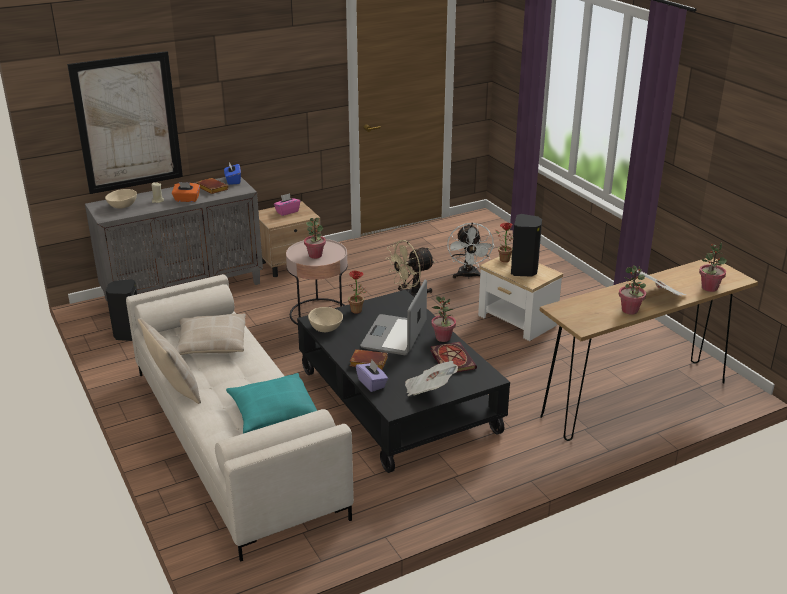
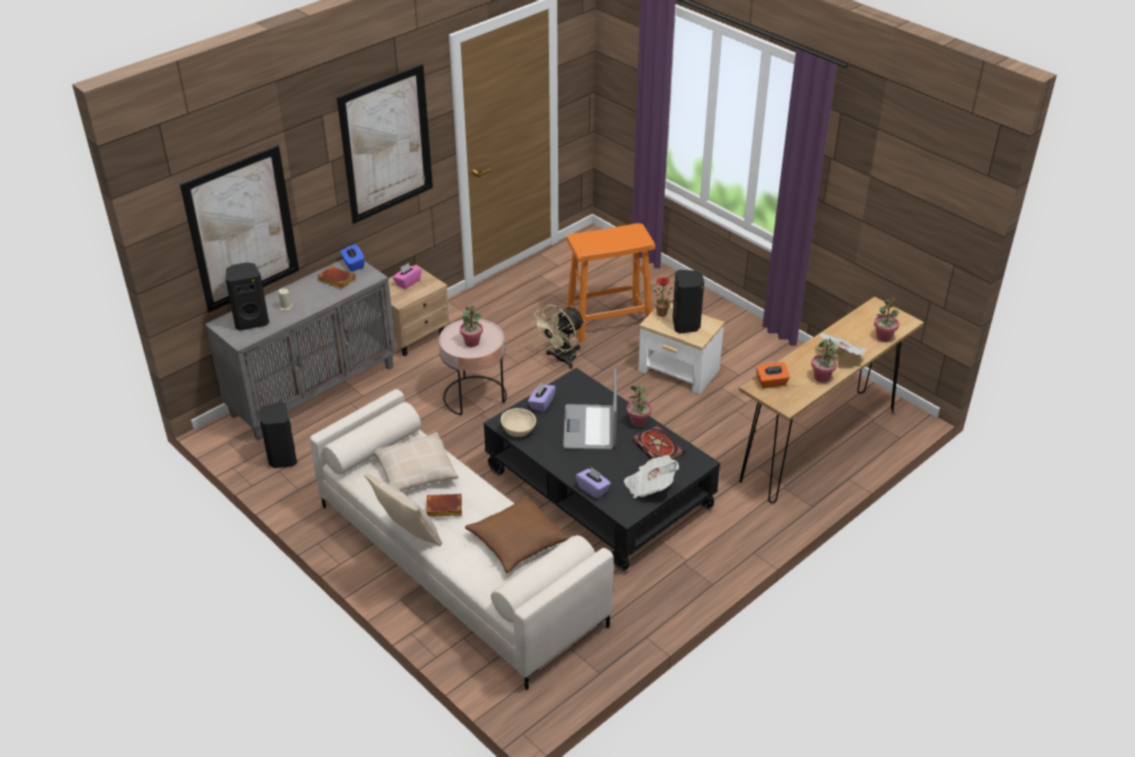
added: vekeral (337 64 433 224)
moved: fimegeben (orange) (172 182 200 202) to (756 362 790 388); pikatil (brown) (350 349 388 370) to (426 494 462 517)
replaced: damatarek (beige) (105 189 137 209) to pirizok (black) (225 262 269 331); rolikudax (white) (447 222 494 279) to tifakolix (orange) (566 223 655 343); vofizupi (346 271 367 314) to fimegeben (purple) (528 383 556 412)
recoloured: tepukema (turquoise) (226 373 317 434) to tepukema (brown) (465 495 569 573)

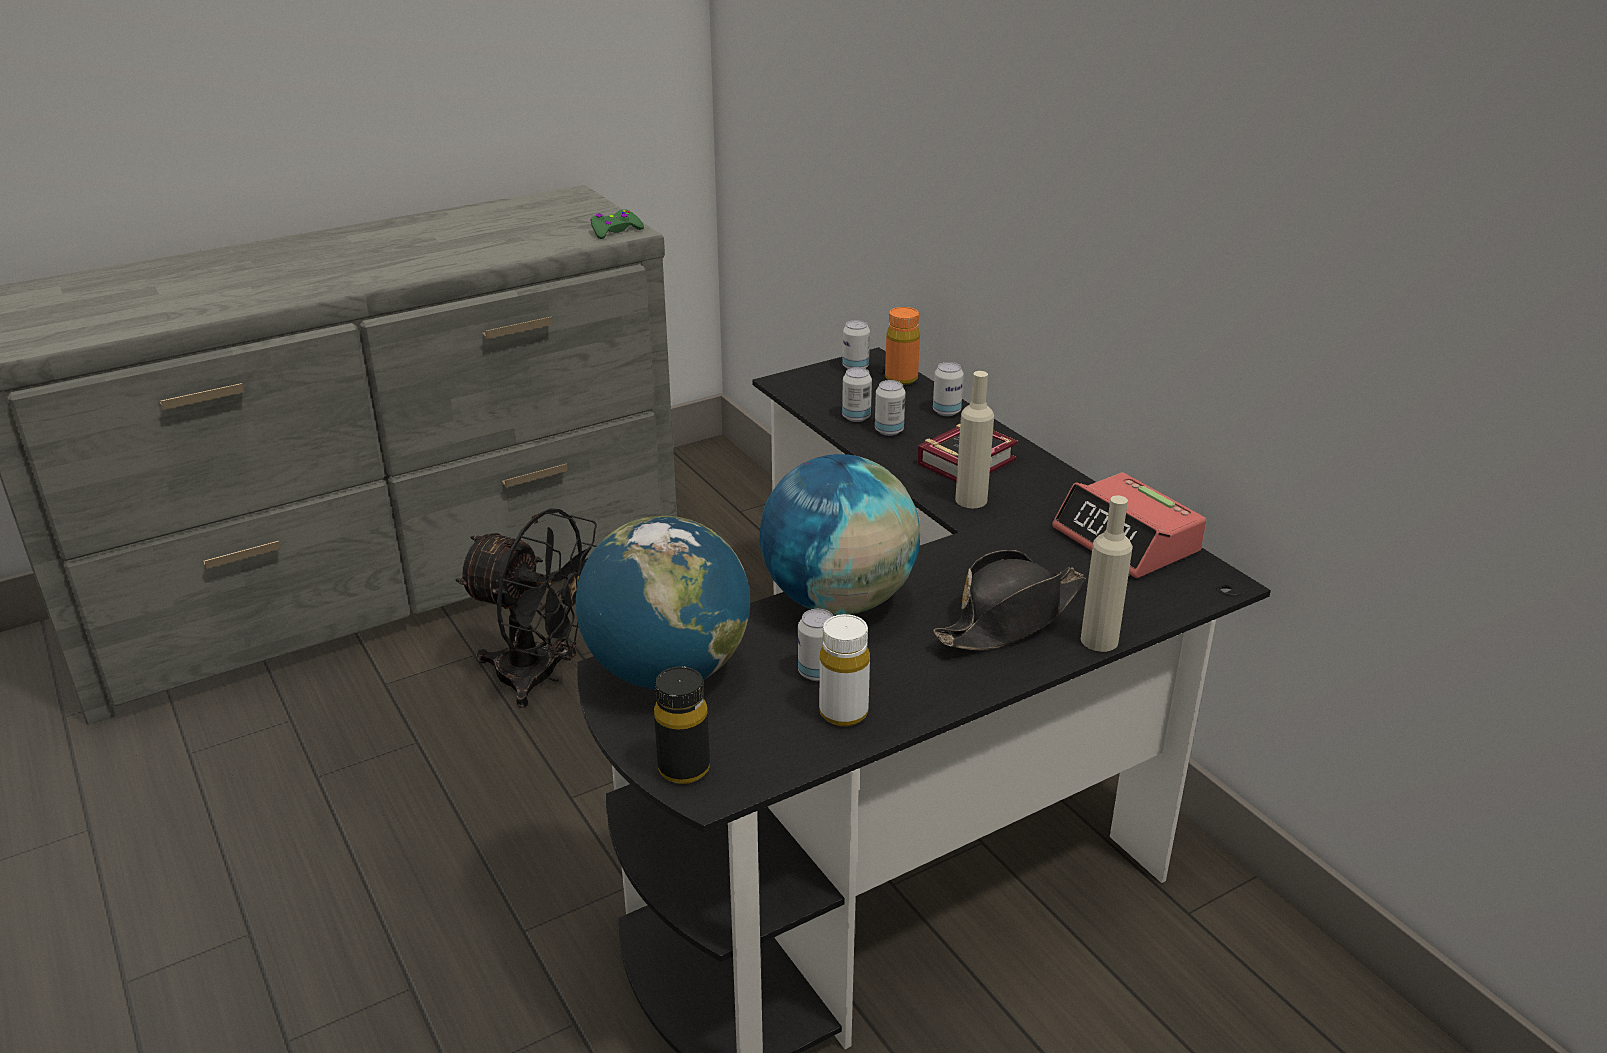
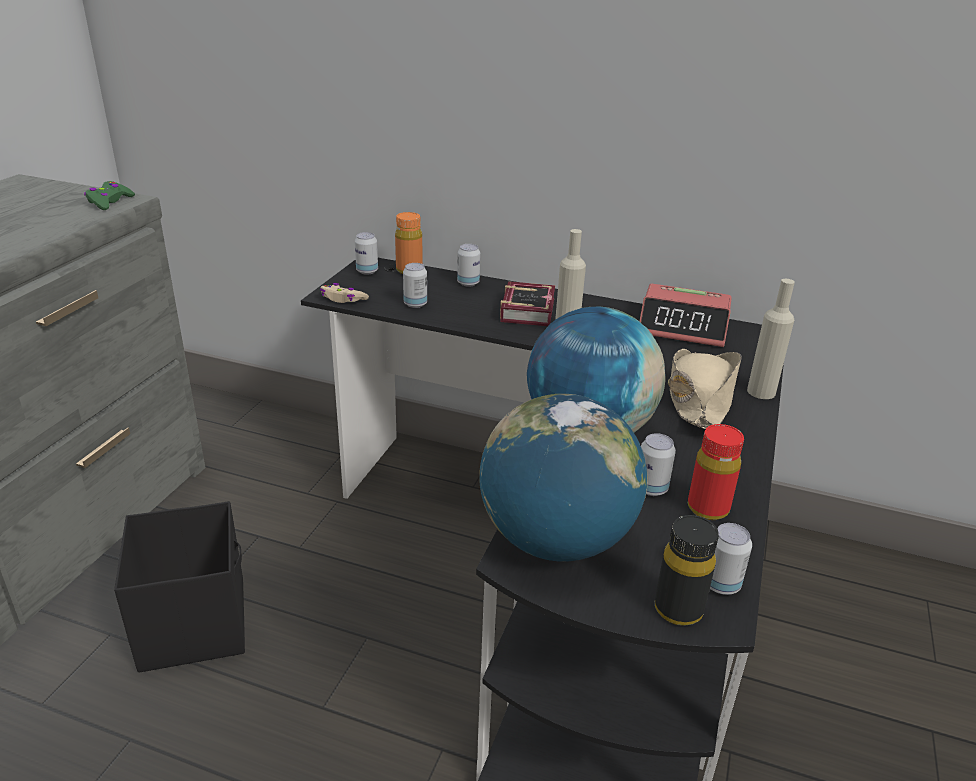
added: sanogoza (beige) (320 283 369 303)
moved: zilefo (875 380 905 436) to (710 523 752 595)
replaced: rolikudax (black) (455 508 597 708) to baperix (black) (114 501 245 672)
recoloured: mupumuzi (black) (934 550 1086 650) to mupumuzi (beige) (668 349 742 429); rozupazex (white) (819 614 870 726) to rozupazex (red) (688 424 744 520)

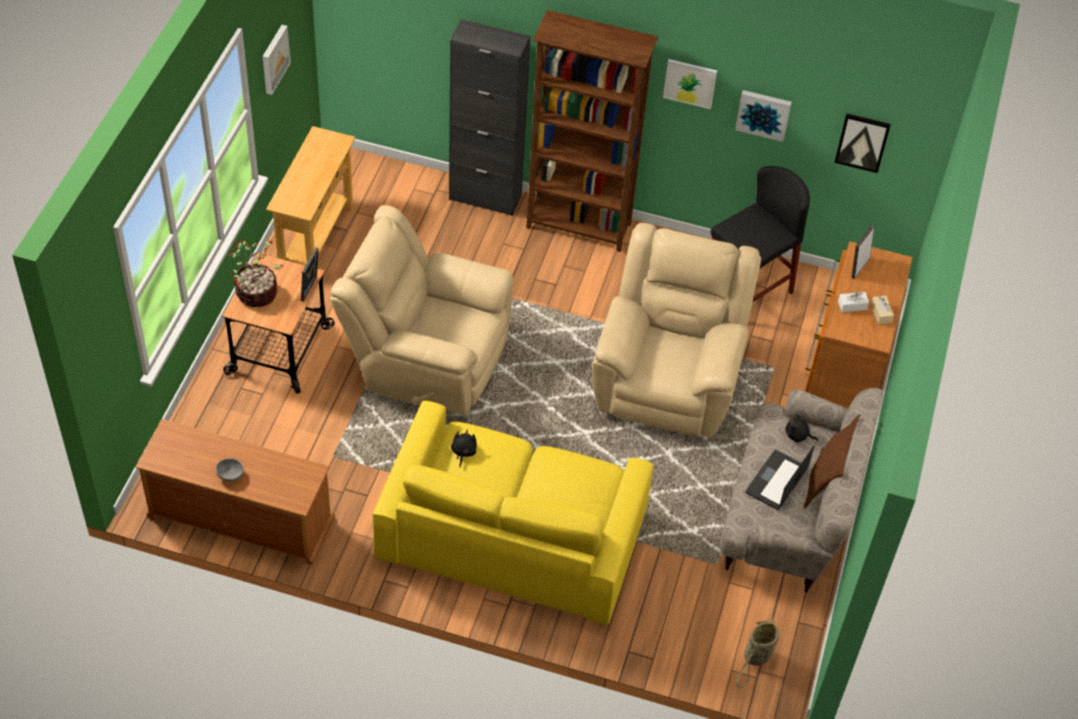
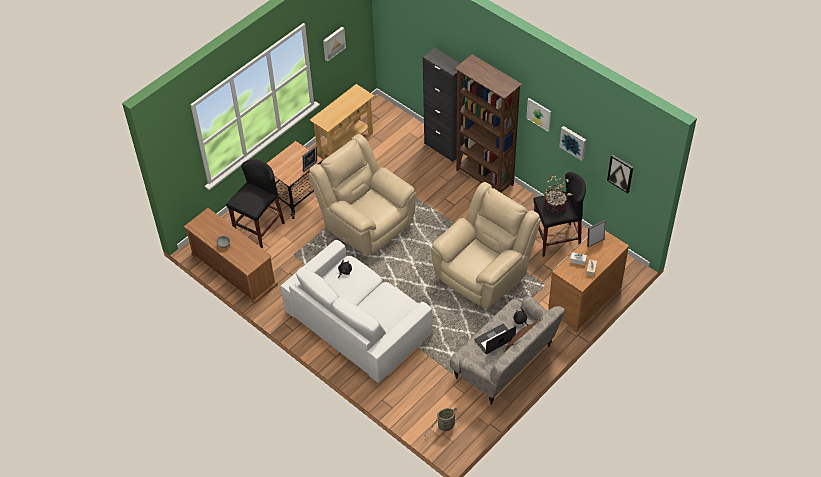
added: tifakolix (black) (226 159 285 249)
moved: vofizupi (230 239 284 307) to (544 174 573 213)
recoloured: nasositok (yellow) (373 401 654 625) to nasositok (white) (281 240 433 383)

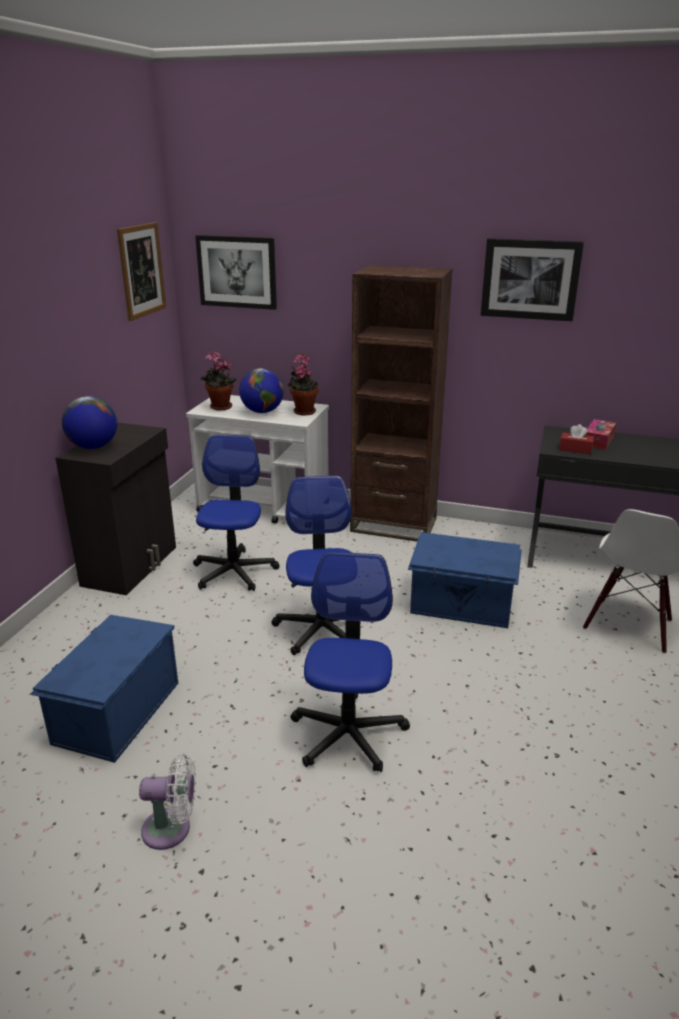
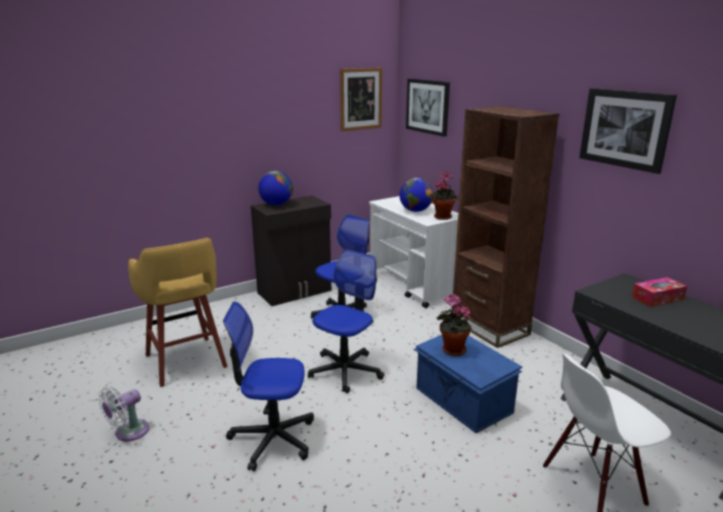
removed: fimegeben (red) (559 424 594 454)
moved: vofizupi (201 351 236 410) to (436 294 472 356)
replaced: baperix (blue) (30 615 178 763) to tifakolix (yellow) (128 238 228 387)
turned: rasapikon (291 552 410 772) = (223 301 314 471) 135 degrees counterclockwise; rolikudax (white) (139 754 196 850) = (98 386 149 441) 90 degrees clockwise

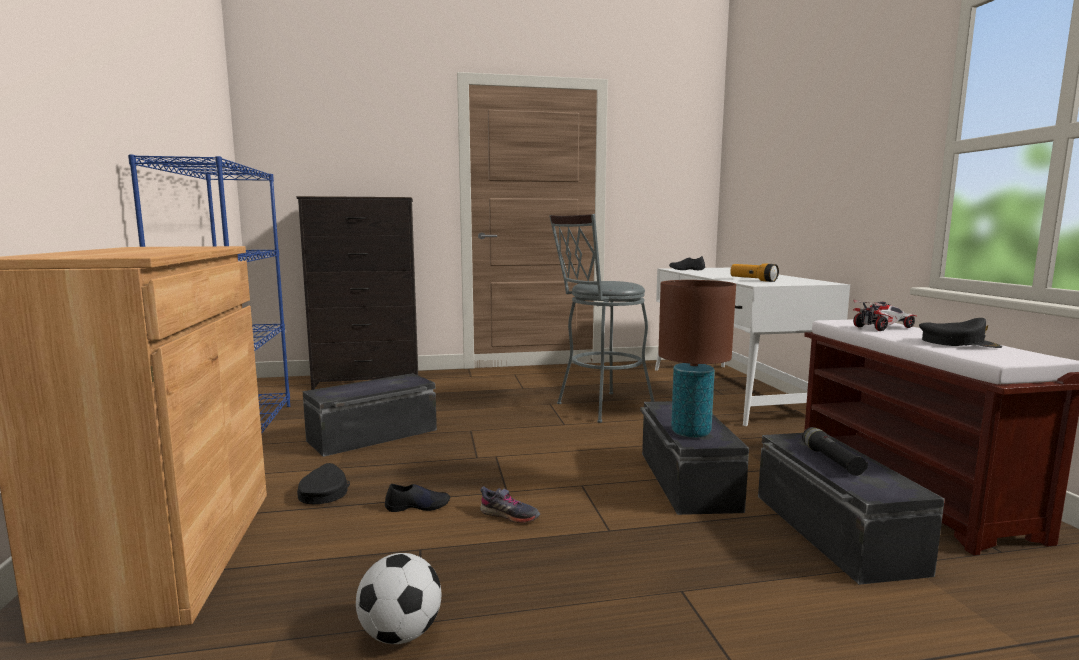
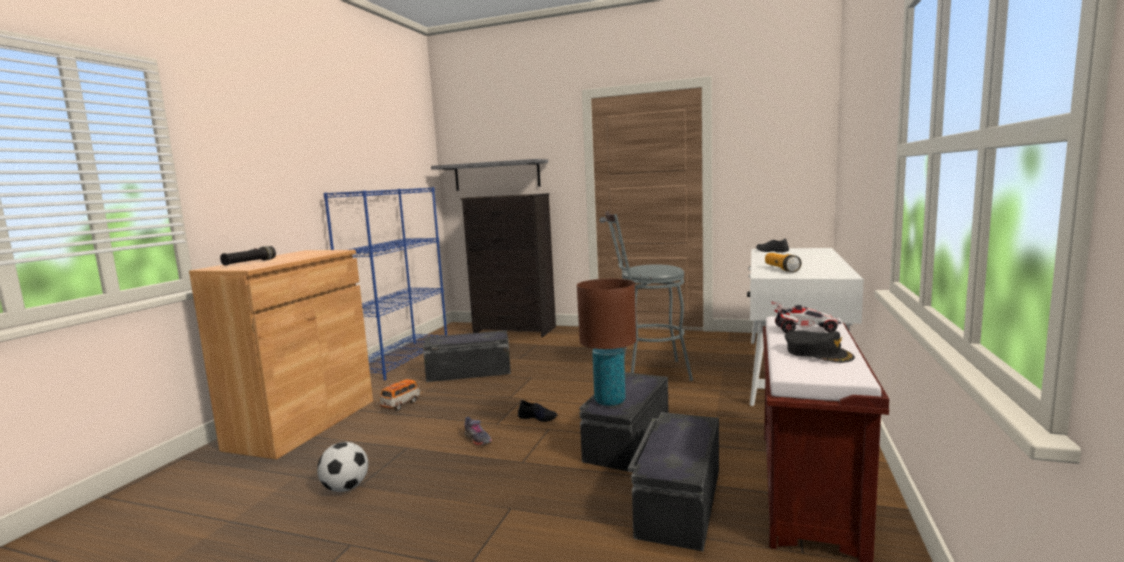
added: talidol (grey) (431 159 548 191)
moved: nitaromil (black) (802 427 868 476) to (220 246 276 266); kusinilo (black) (385 484 450 512) to (518 400 558 422)
replaced: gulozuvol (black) (297 463 350 504) to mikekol (379 379 421 411)

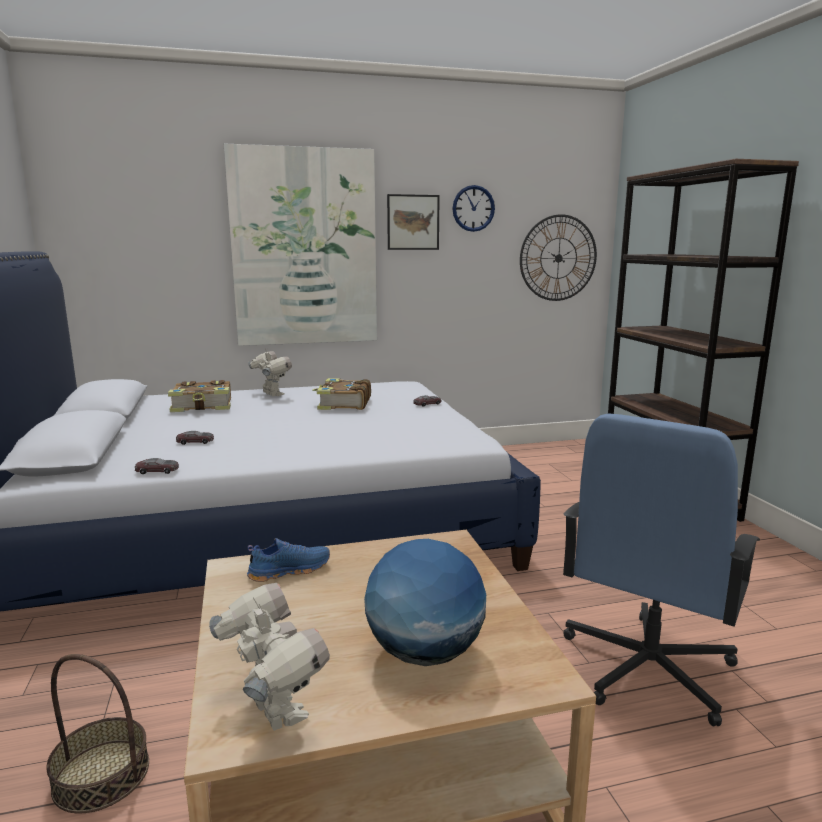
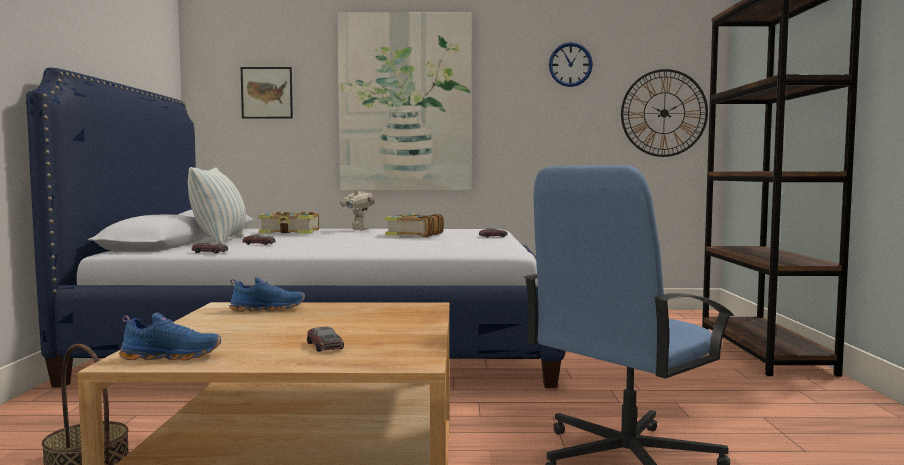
added: tepukema (188 167 246 244)
moved: vekeral (387 194 440 250) to (241 67 293 119)
replaced: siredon (364 539 486 666) to mikekol (307 326 344 352); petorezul (209 583 330 731) to kusinilo (blue) (119 313 221 361)

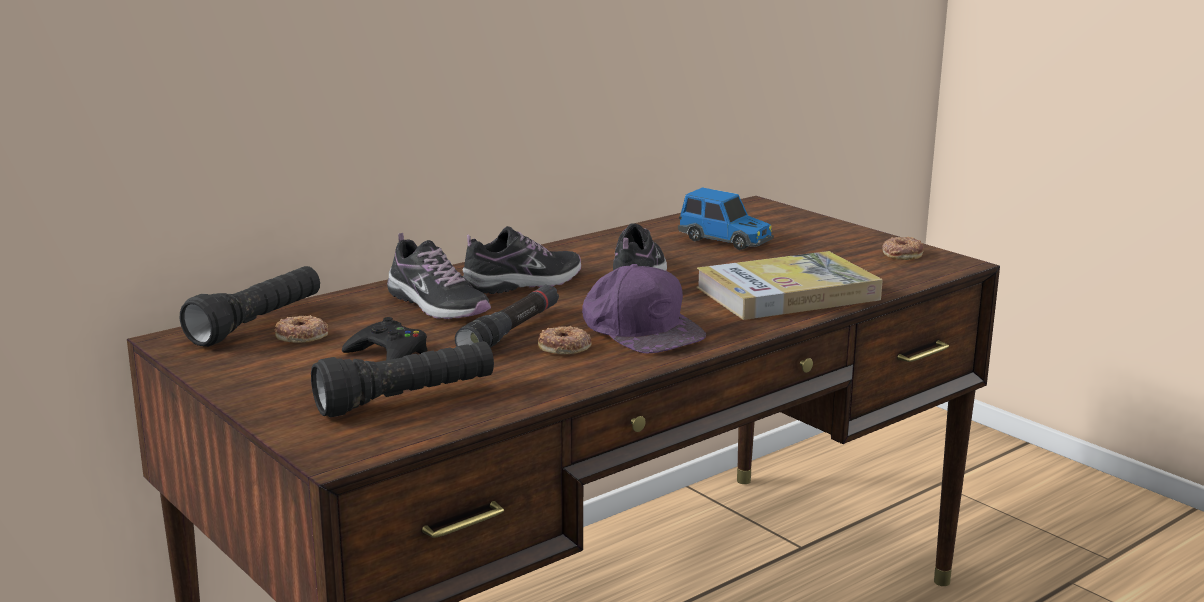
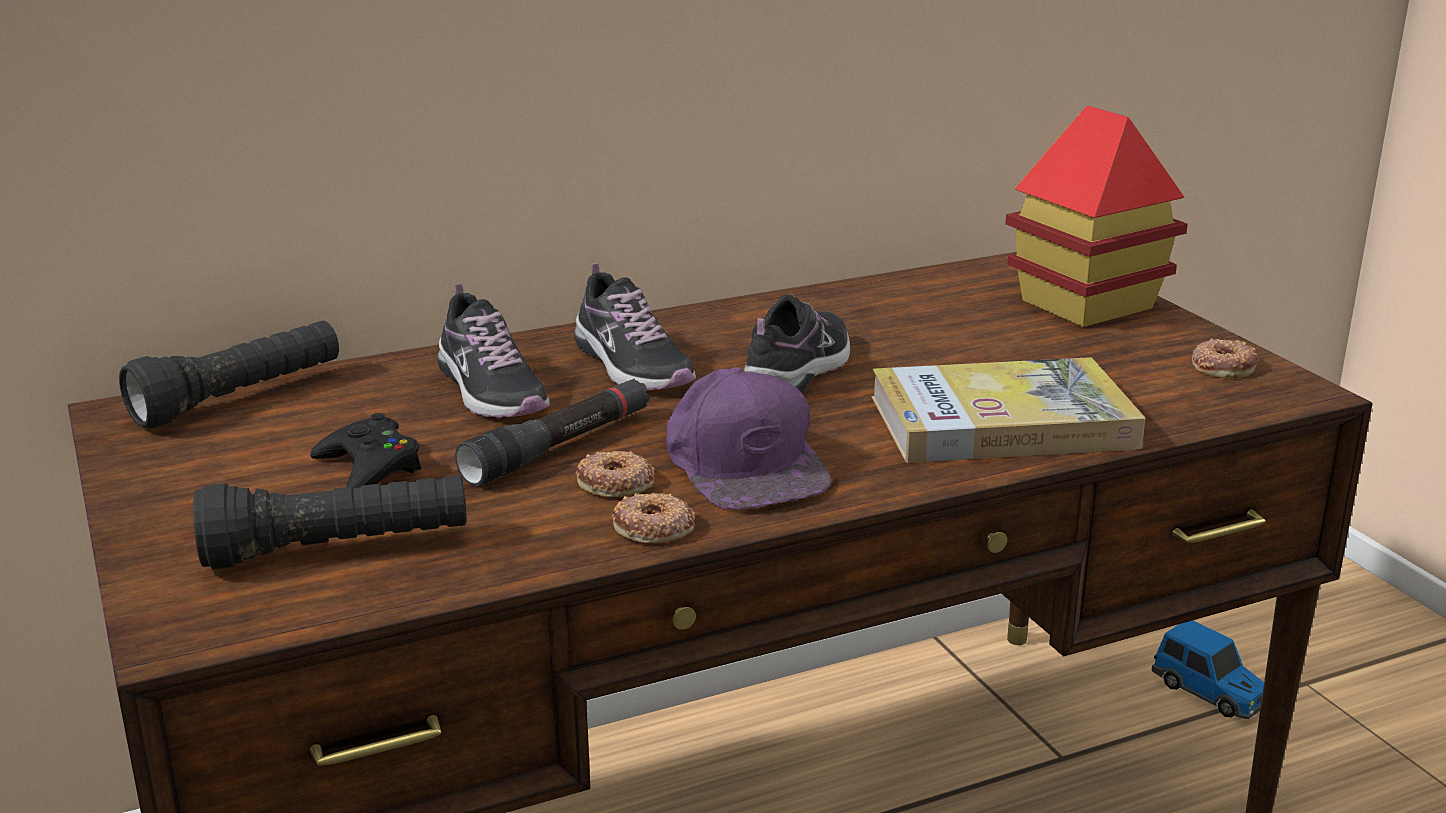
added: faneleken (1005 106 1188 327)
moved: mikekol (678 187 774 250) to (1152 620 1264 719); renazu (275 315 328 343) to (612 493 695 543)
turned: kusinilo (463 226 581 294) = (574 263 696 390) 75 degrees clockwise

